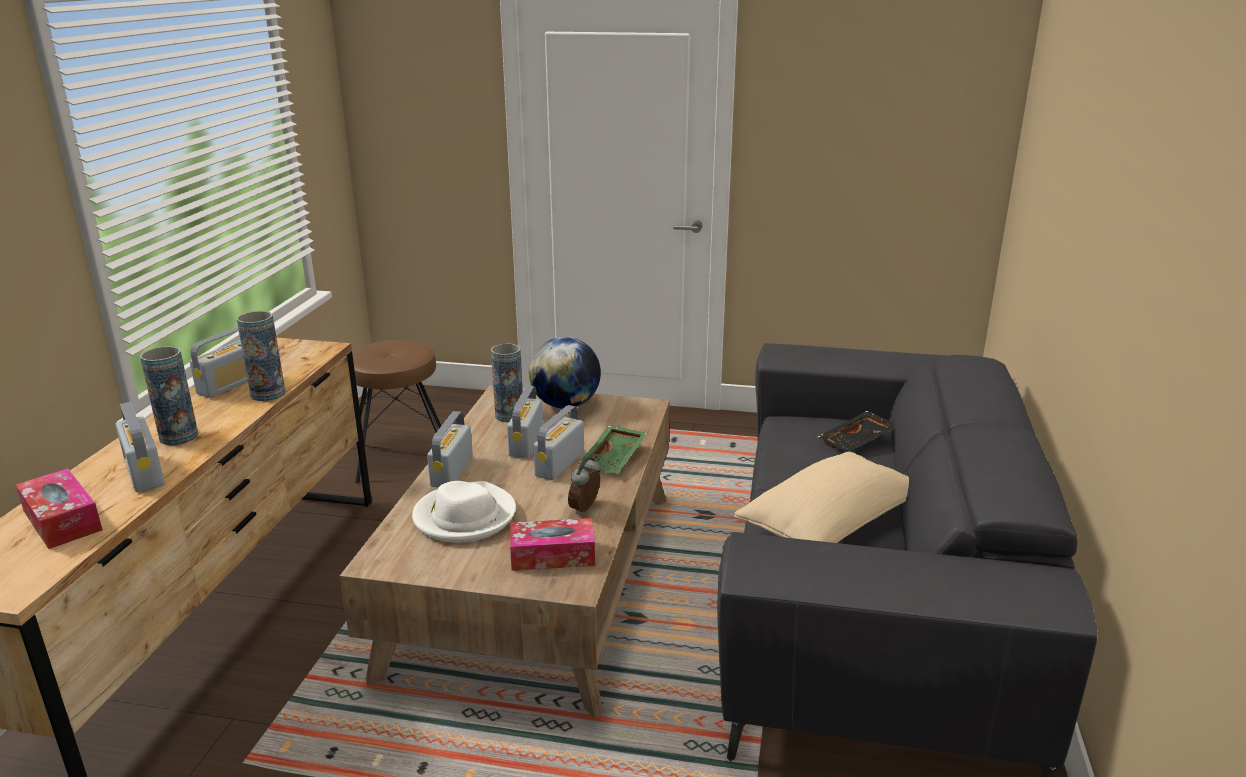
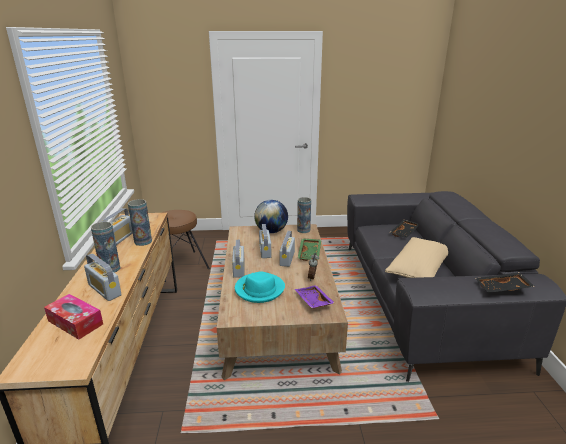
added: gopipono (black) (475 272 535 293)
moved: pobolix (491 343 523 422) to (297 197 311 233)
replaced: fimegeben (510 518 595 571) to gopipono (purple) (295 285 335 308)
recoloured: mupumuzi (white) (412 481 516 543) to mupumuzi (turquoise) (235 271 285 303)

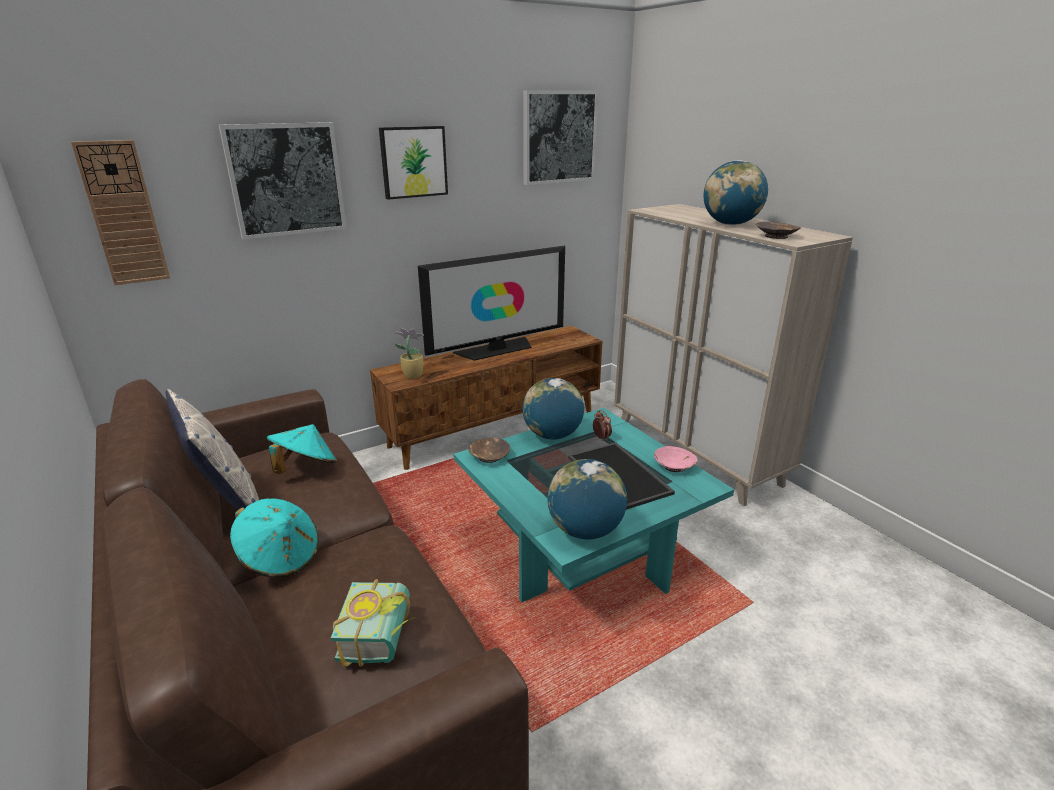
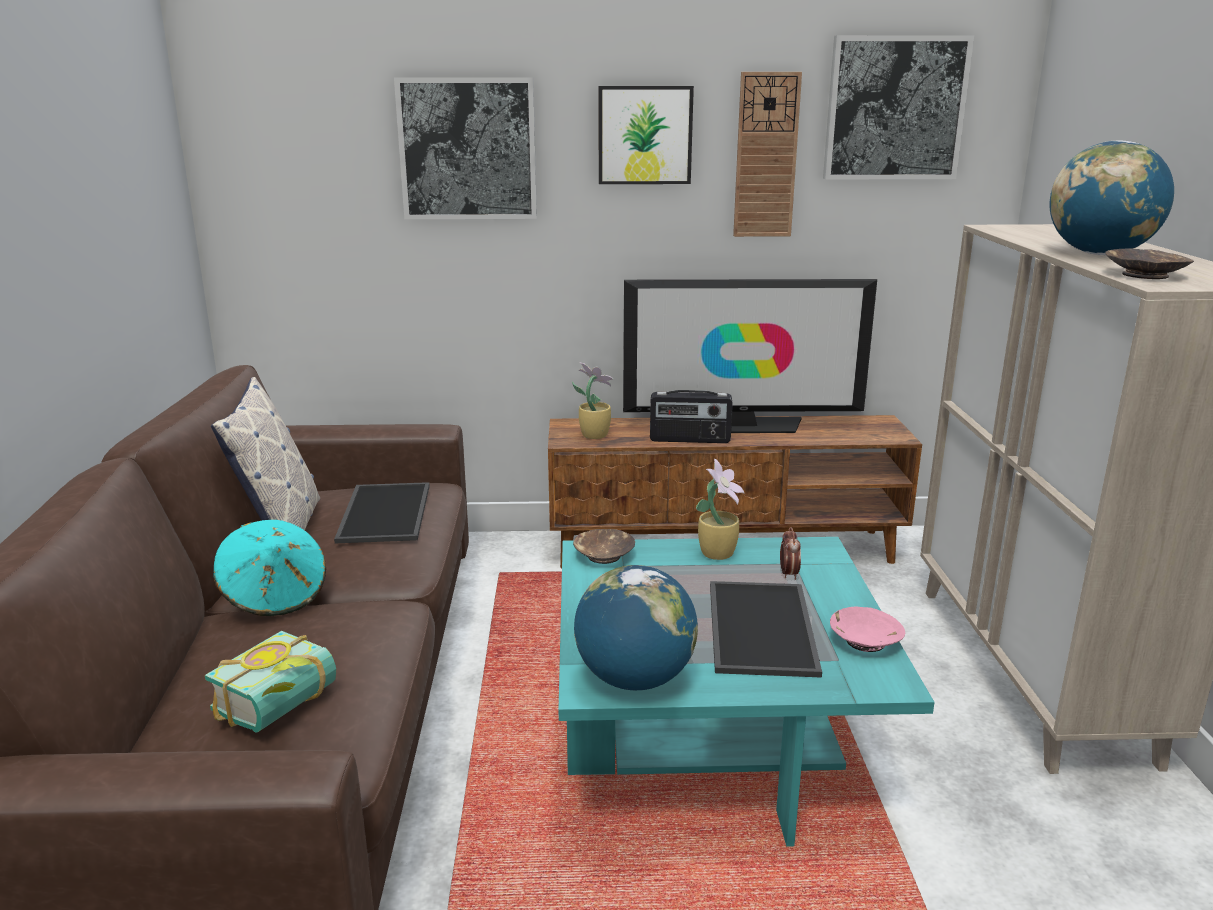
added: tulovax (650 390 733 443)
moved: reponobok (71 140 170 285) to (733 72 802 237)
replaced: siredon (523 378 584 440) to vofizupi (696 459 745 560); mupumuzi (turquoise) (267 424 337 474) to gopipono (334 482 430 543)

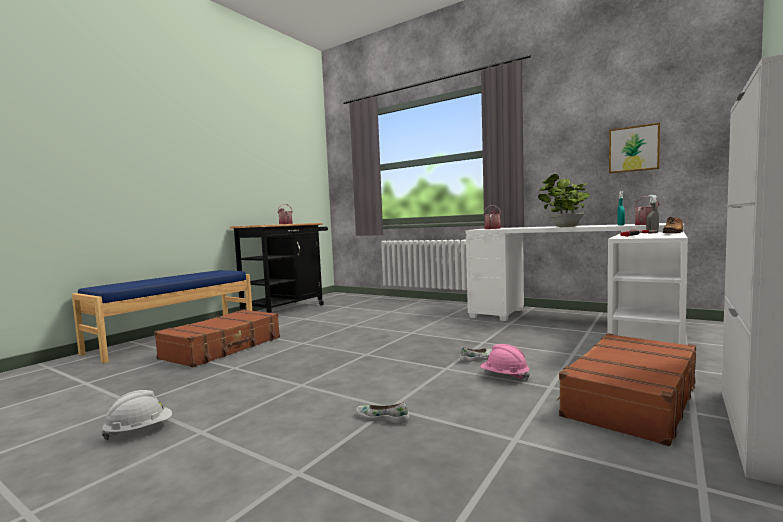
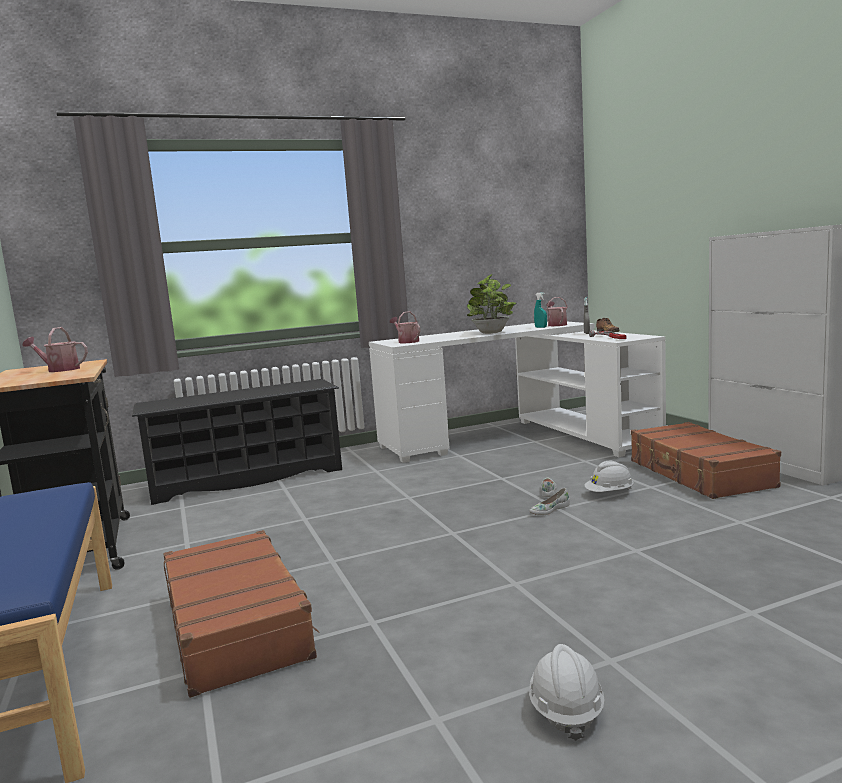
removed: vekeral (609 123 660 173)
added: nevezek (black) (132 379 342 505)
moved: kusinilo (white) (356 401 410 424) to (529 488 570 516)
recoloured: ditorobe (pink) (480 344 530 381) to ditorobe (white) (584 461 634 492)

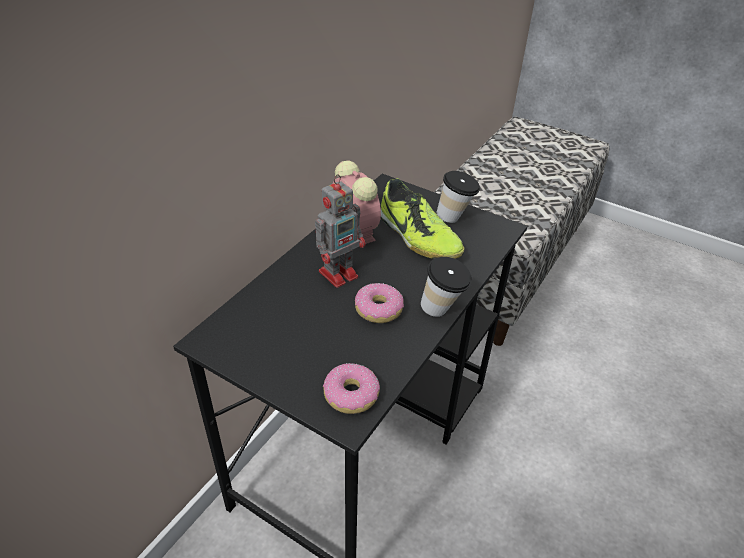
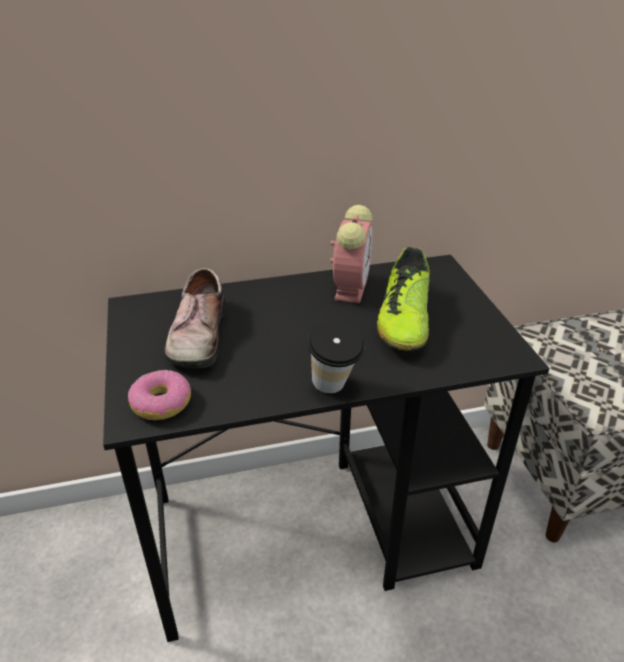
removed: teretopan (437 171 480 223); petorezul (315 174 365 288); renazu (355 283 404 323)
added: kusinilo (164 268 226 368)

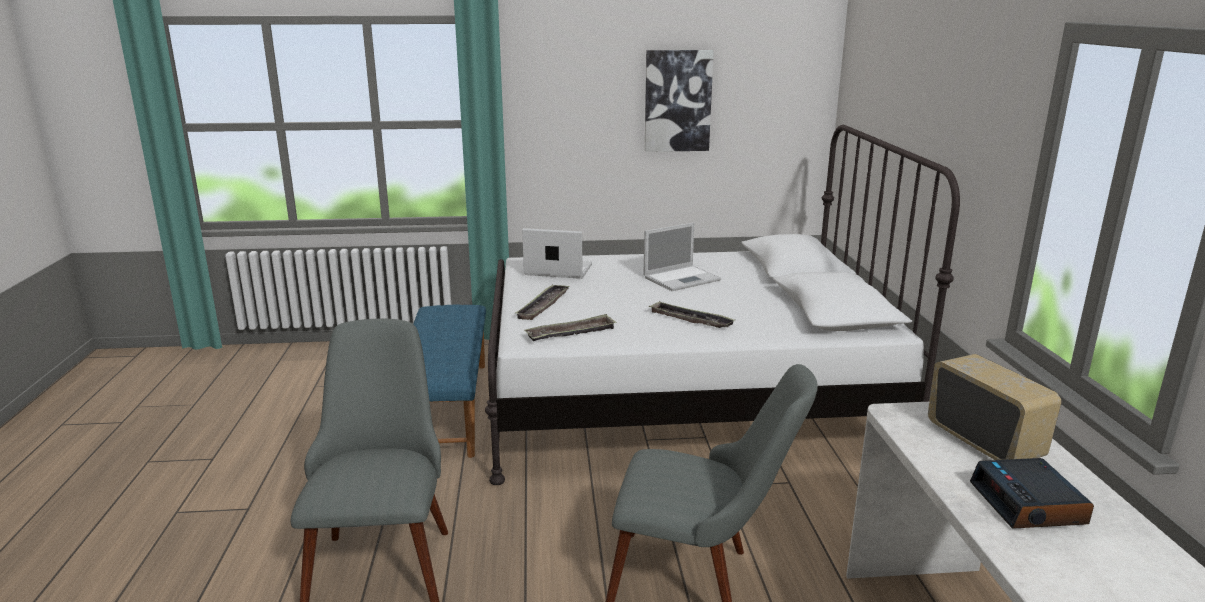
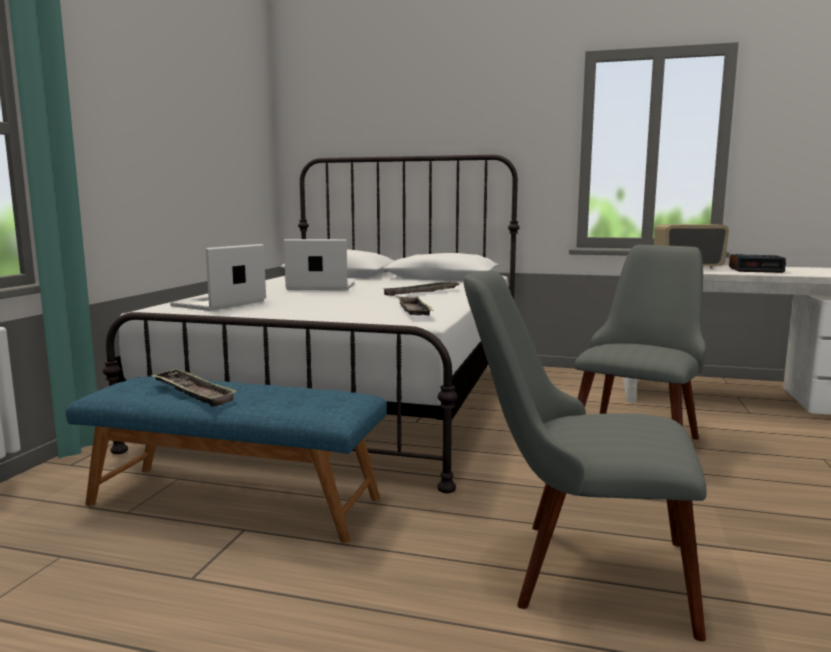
removed: vekeral (645 50 714 152)
moved: gopipono (516 284 570 320) to (151 369 238 407)
turned: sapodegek (643 222 721 291) = (284 239 355 290) 75 degrees counterclockwise

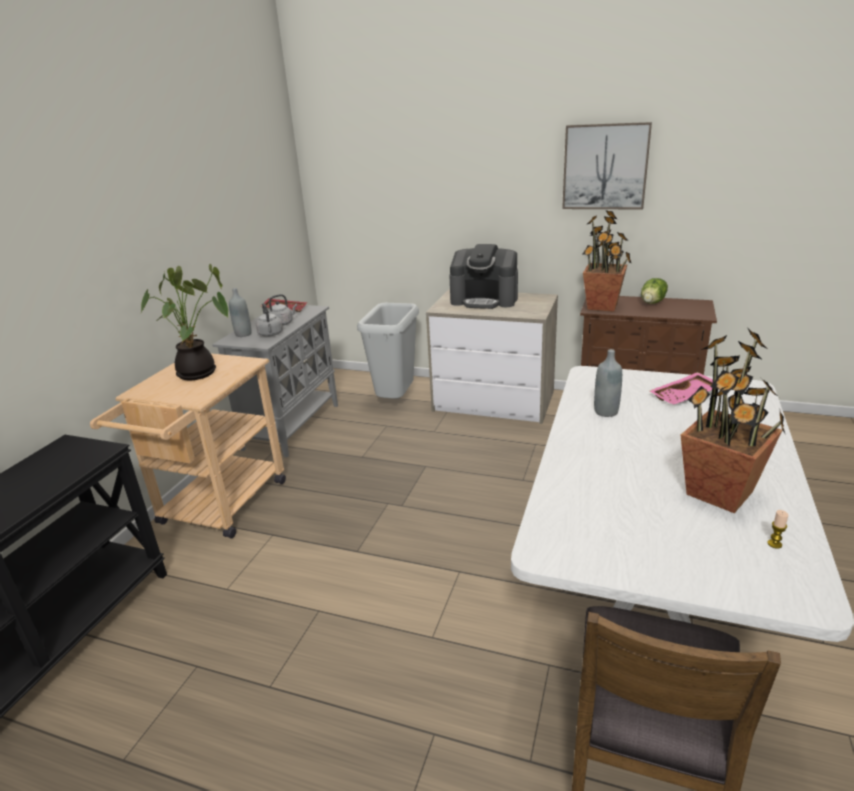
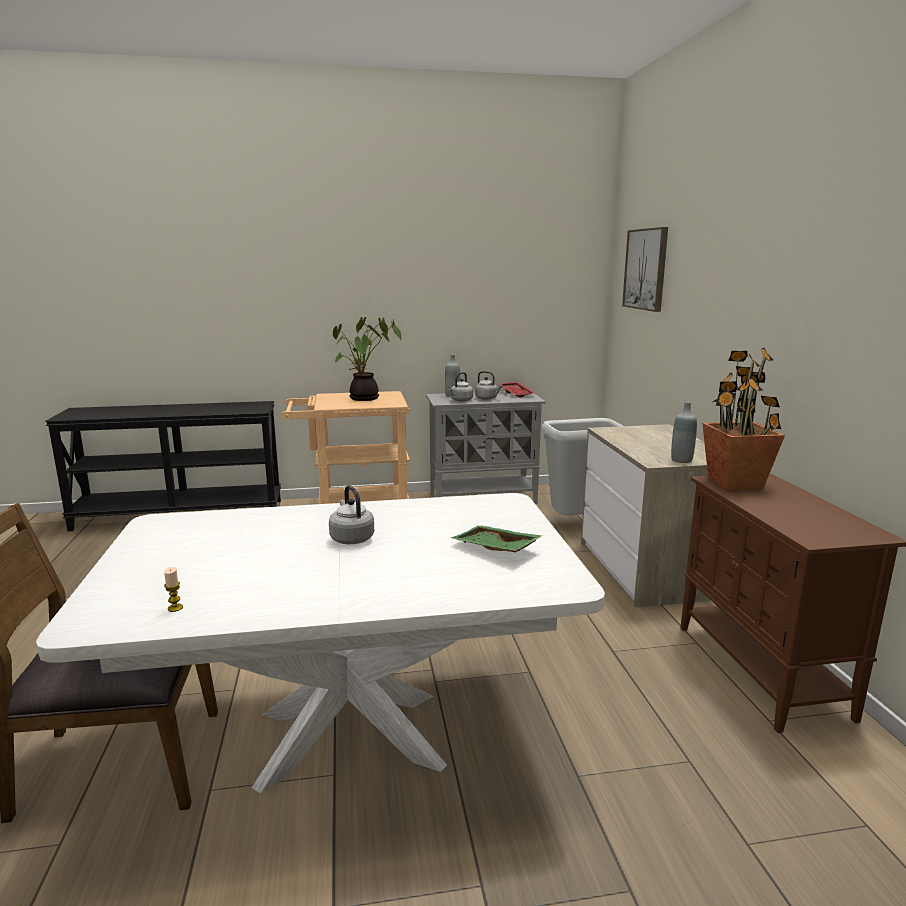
removed: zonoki (449 244 518 309); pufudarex (641 278 668 304); vofizupi (681 329 785 513)
added: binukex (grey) (329 485 374 544)
moved: vekeral (562 122 652 210) to (622 227 668 312); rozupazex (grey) (594 349 622 417) to (671 402 697 463)
recoloured: gopipono (pink) (650 372 713 405) to gopipono (green) (451 525 542 552)

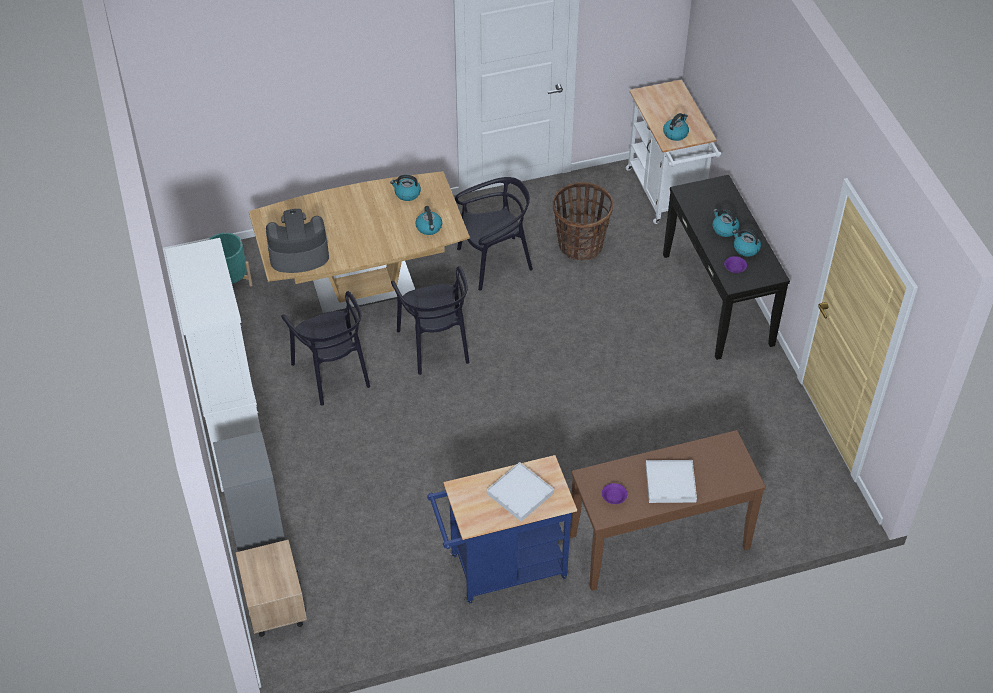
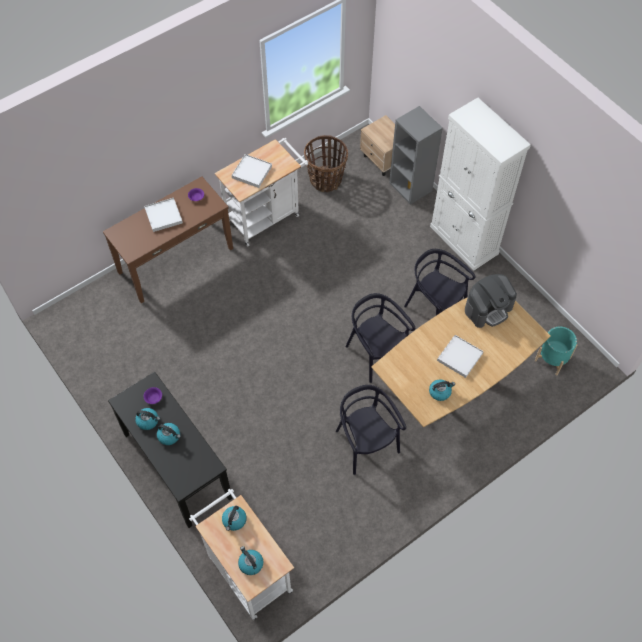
added: gopipono (white) (437 335 484 378)
moved: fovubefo (553 182 613 260) to (304 135 348 192); binukex (415 206 442 235) to (238 546 263 575)
recoloured: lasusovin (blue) (427 455 577 604) to lasusovin (white) (215 138 308 247)
turned: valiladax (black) (455 177 533 290) = (336 385 406 475) 105 degrees clockwise

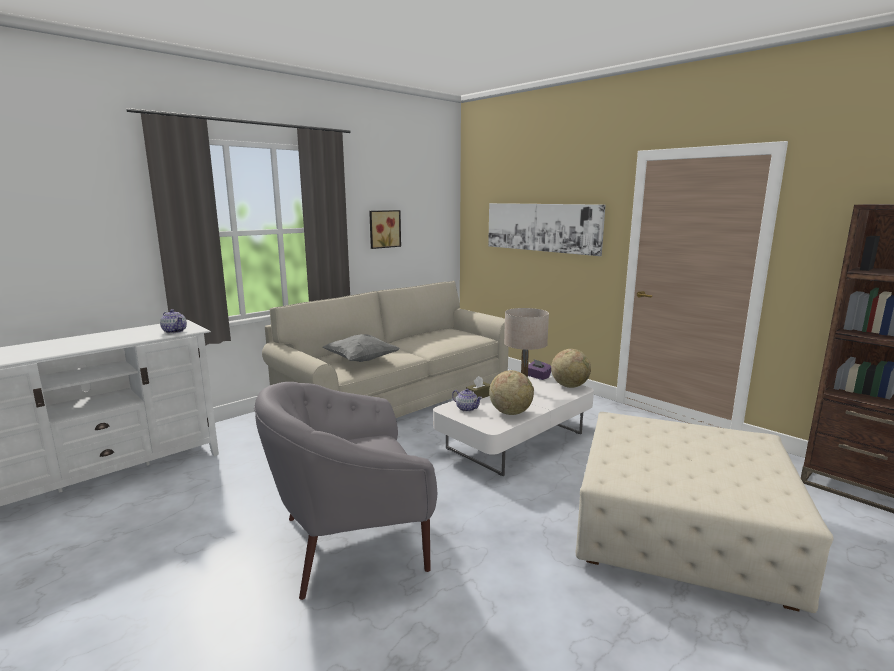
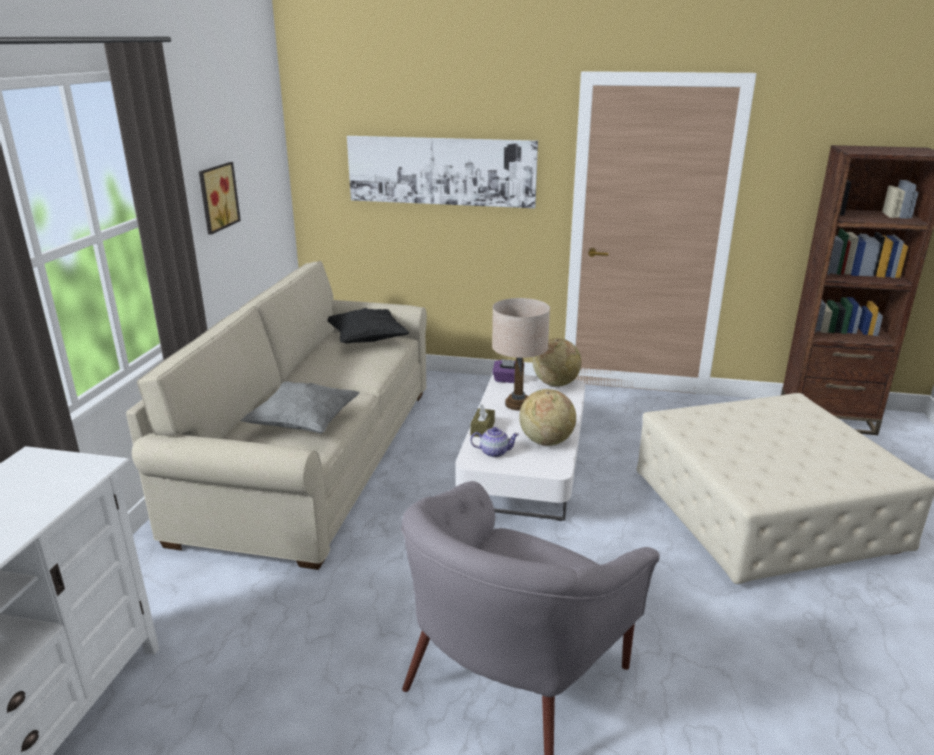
removed: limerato (160 309 187 334)
added: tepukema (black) (328 308 410 343)

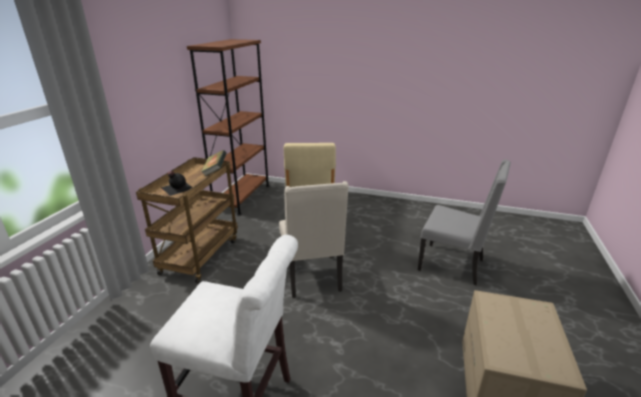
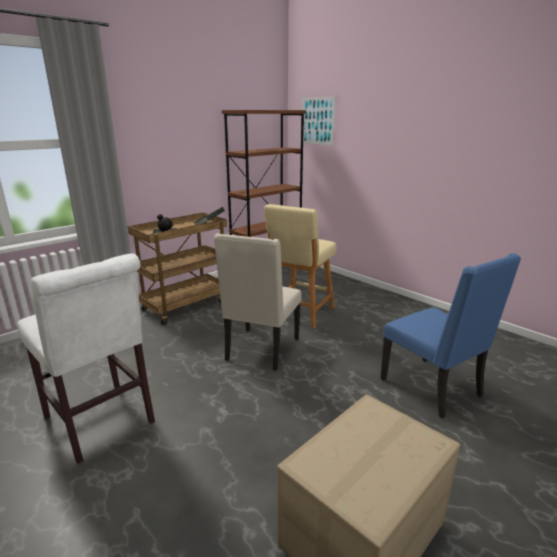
added: vekeral (302 97 336 145)
recoloured: valiladax (grey) (418 159 511 286) to valiladax (blue) (381 253 521 419)

